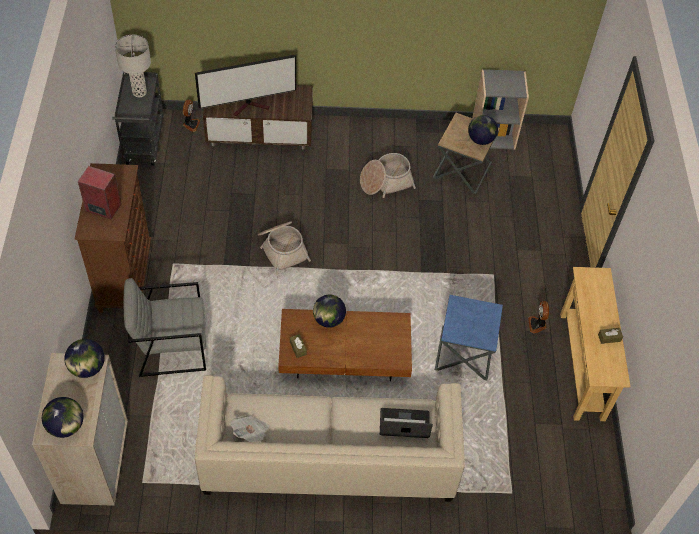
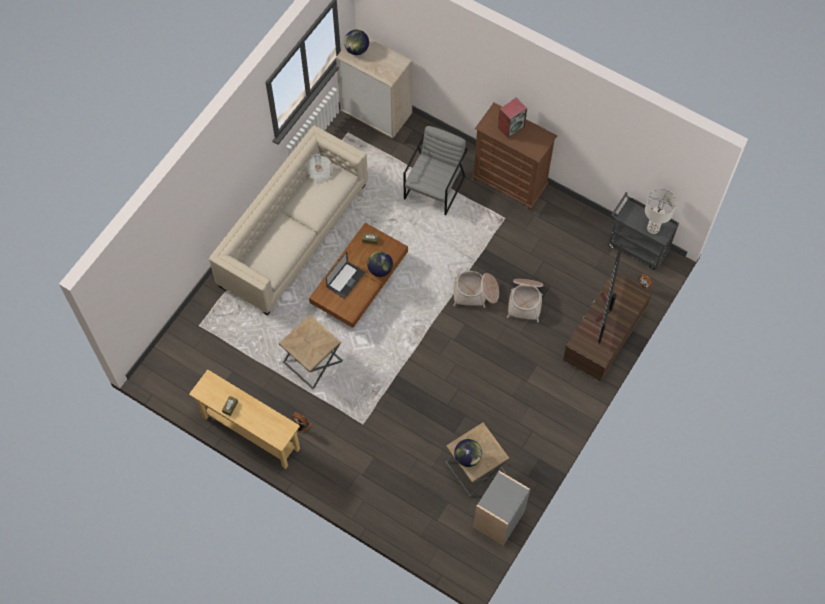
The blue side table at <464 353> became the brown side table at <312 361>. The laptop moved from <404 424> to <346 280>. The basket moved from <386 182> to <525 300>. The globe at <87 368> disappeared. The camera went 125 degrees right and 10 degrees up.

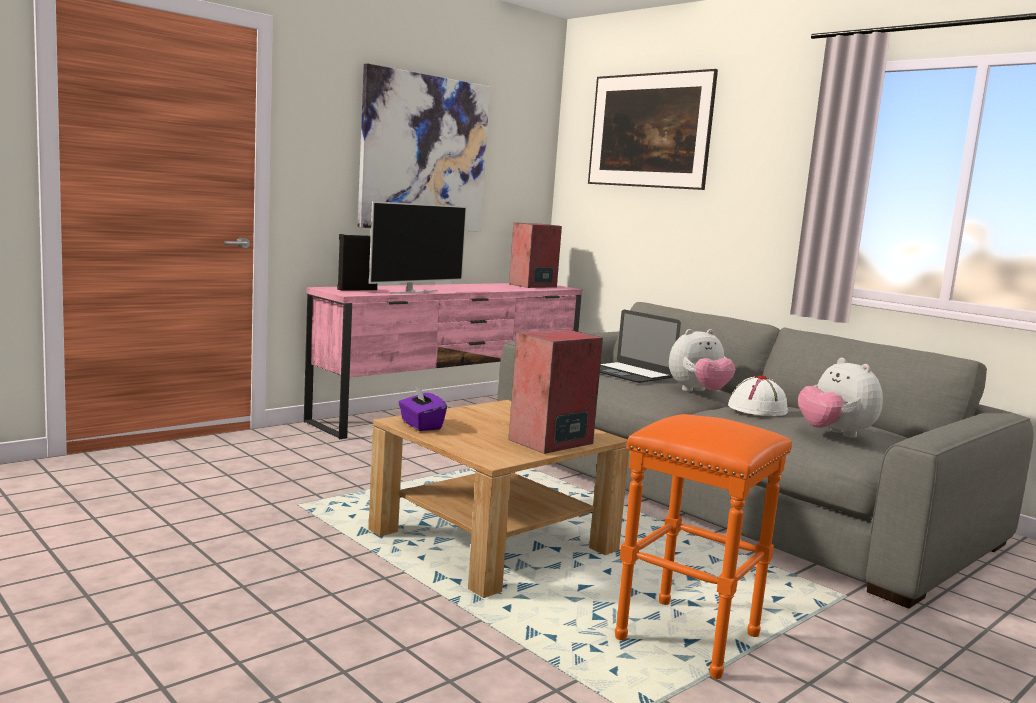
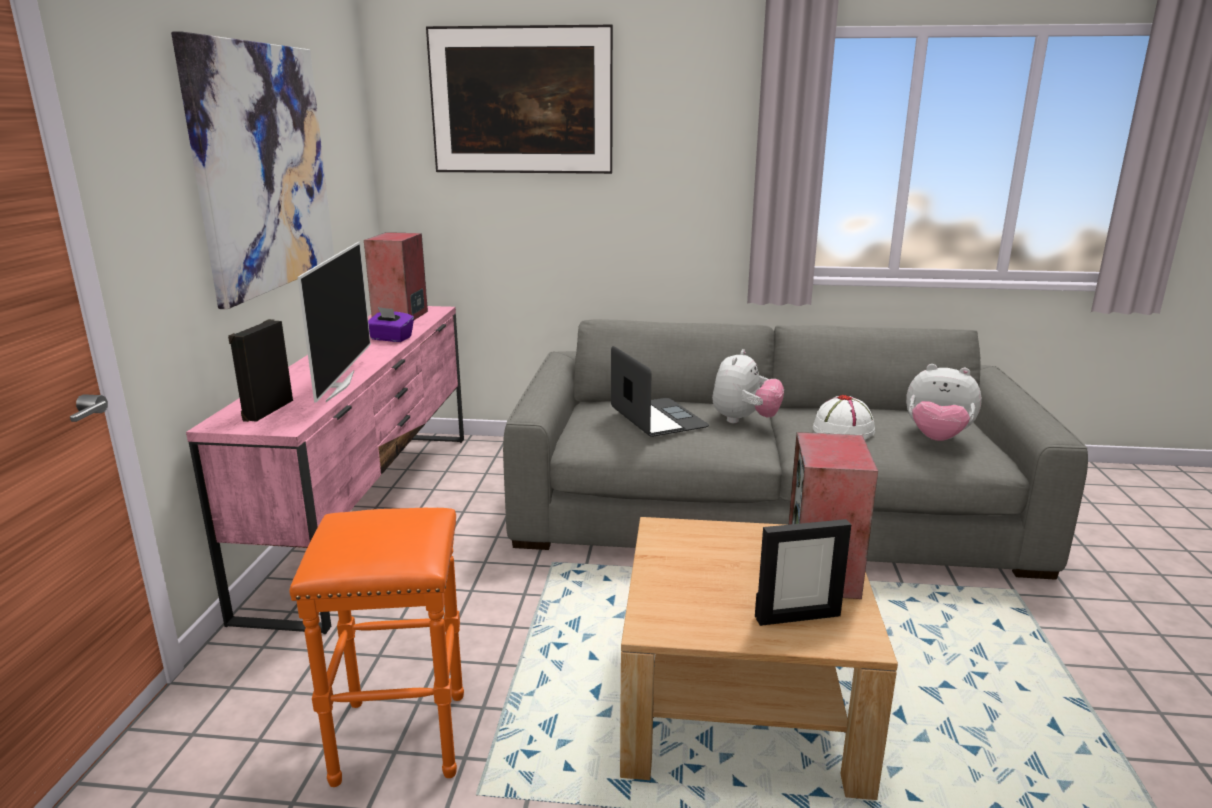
The orange stool moved from <686 634> to <398 735>. The purple tissue box moved from <420 425> to <391 339>. The laptop at <628 373> turned 120 degrees counterclockwise. The picture frame at <797 616> appeared. The camera went 40 degrees left and 10 degrees up.

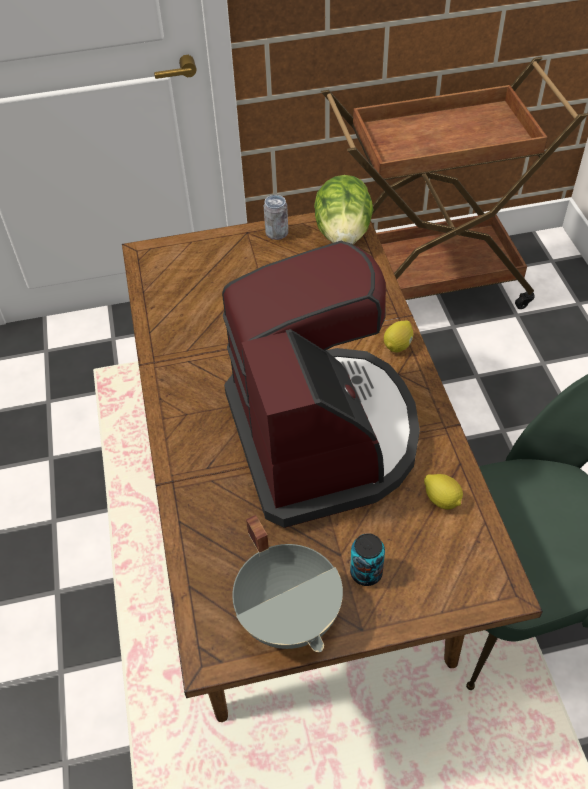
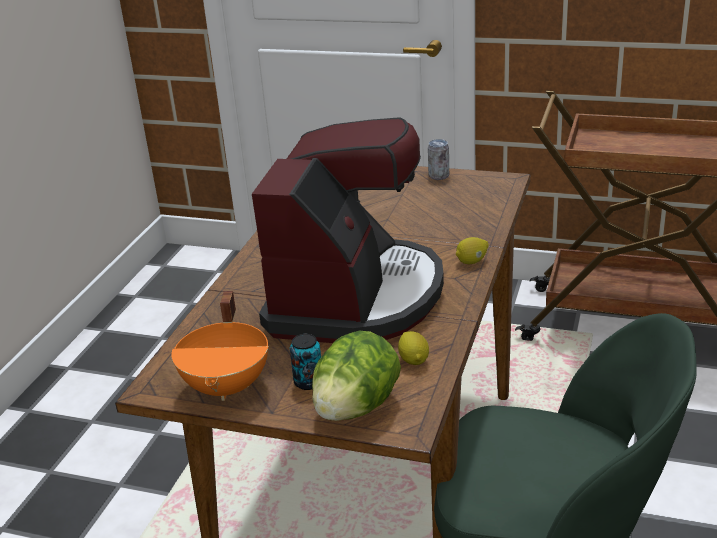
The grey cooking pot at <290 614> became the orange cooking pot at <228 386>. The lettuce moved from <343 234> to <356 407>. The camera went 30 degrees right and 20 degrees down.

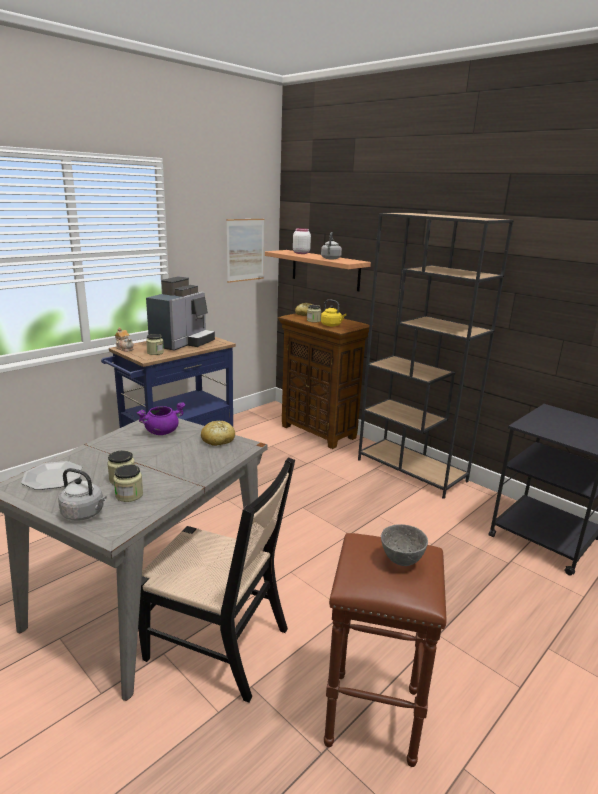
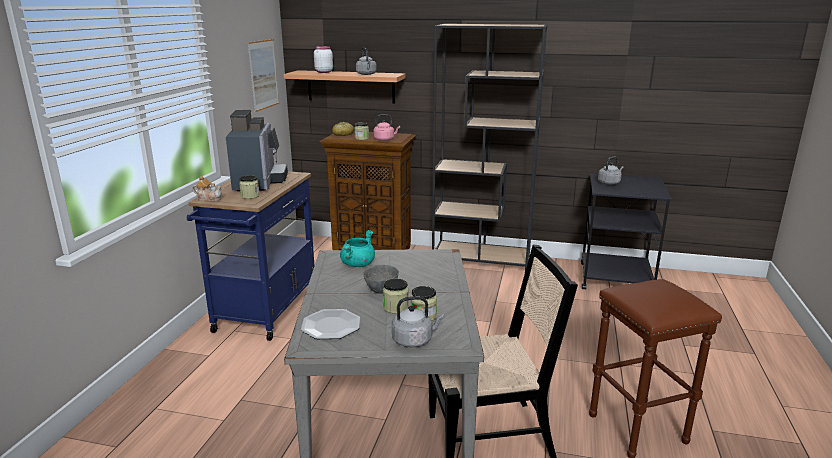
The purple cooking pot at <162 431> became the turquoise cooking pot at <357 264>. The grey bowl moved from <402 561> to <382 291>. The yellow kettle at <332 325> became the pink kettle at <385 139>. The grey kettle at <609 182> appeared. The bread at <218 440> disappeared. The camera went 30 degrees left and 0 degrees up.

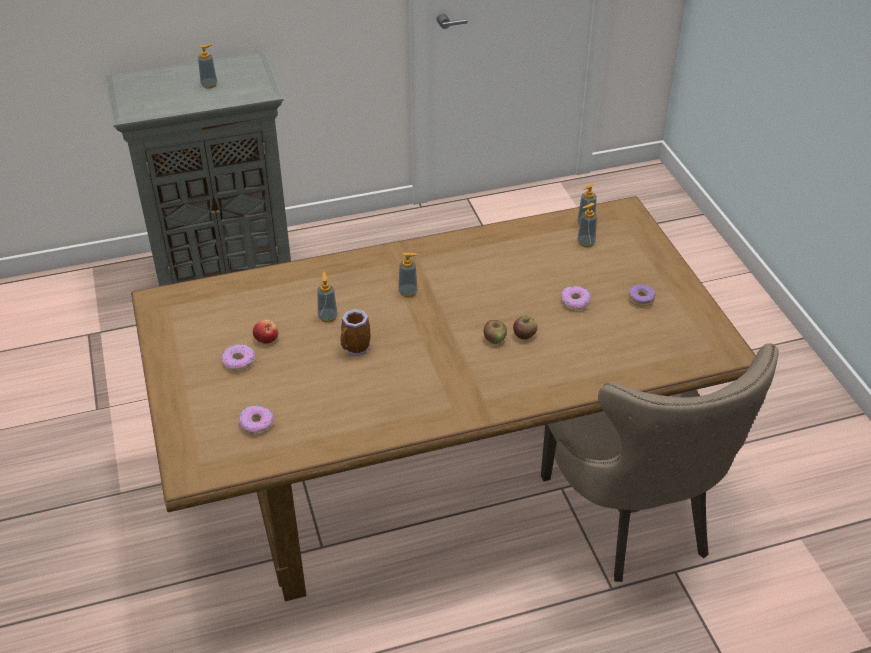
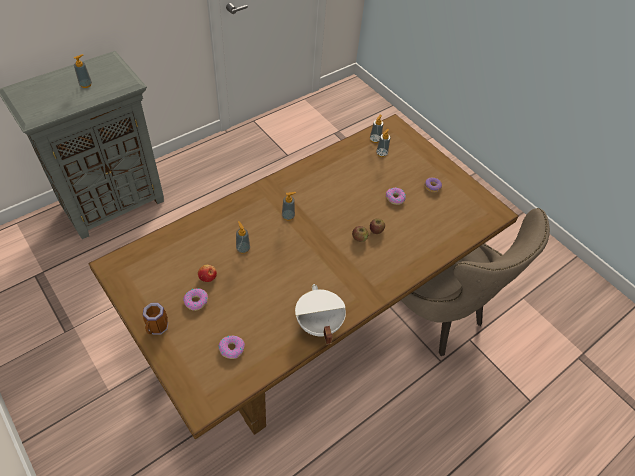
The mug moved from <355 349> to <158 328>. The white cooking pot at <318 323> appeared. The camera went 25 degrees left and 10 degrees up.

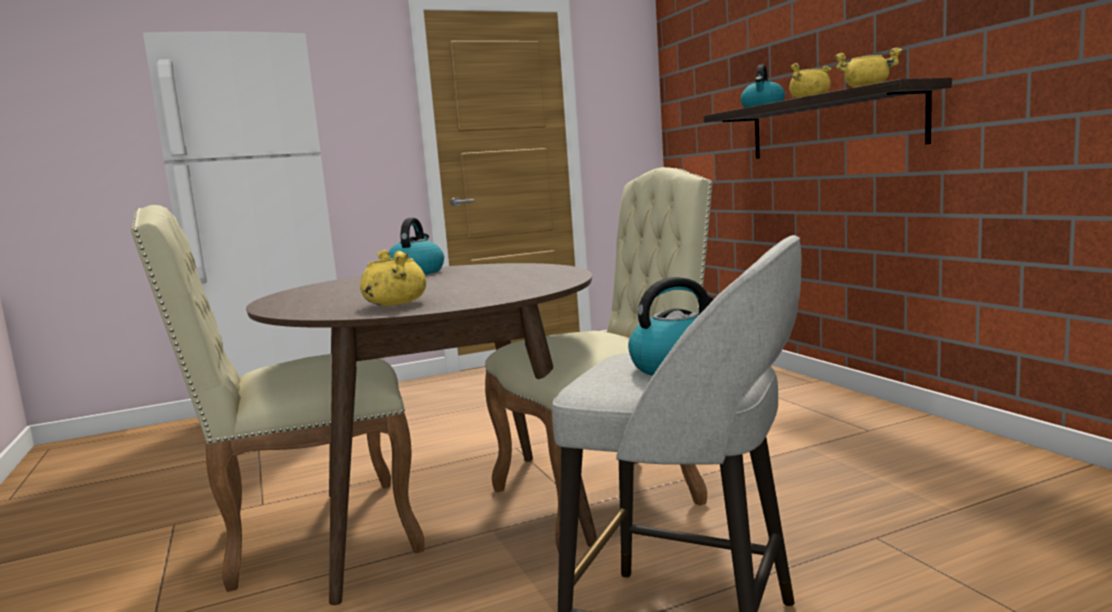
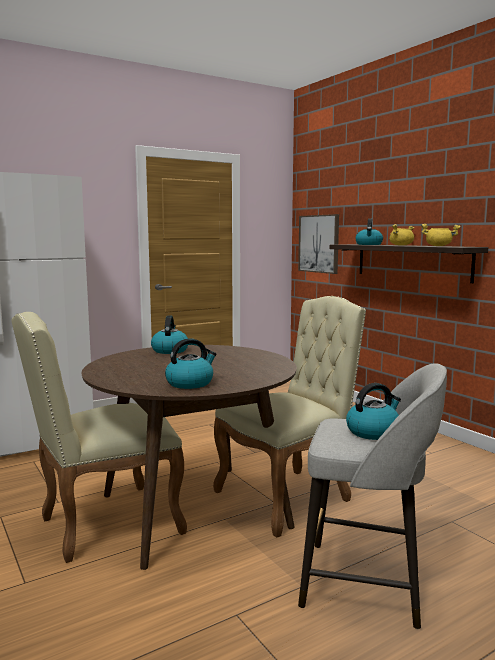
The yellow cooking pot at <394 304> was replaced by the kettle at <190 383>. The picture at <319 243> appeared. The camera went 10 degrees left and 0 degrees up.

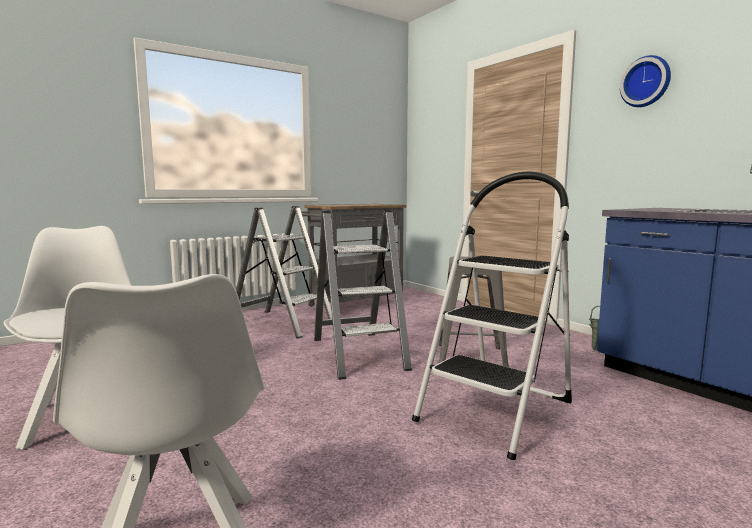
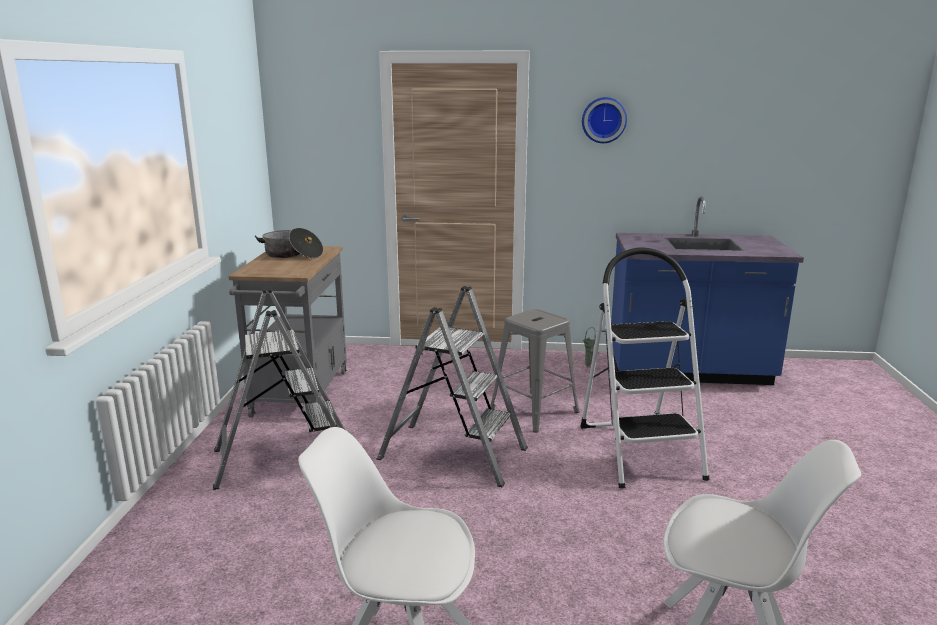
The cooking pot at <292 255> appeared. The camera went 50 degrees left and 10 degrees up.

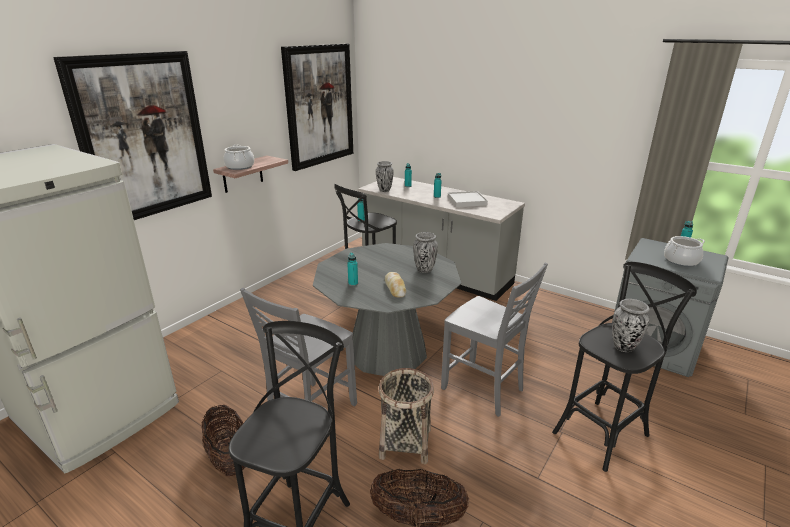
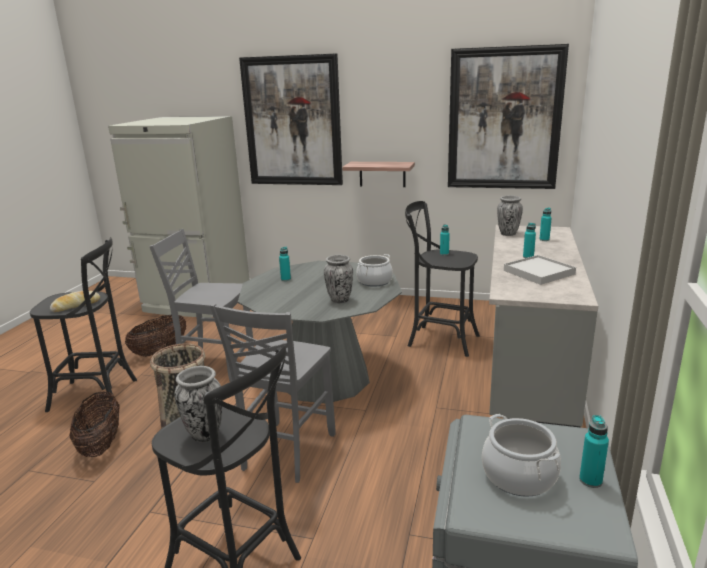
The bread moved from <395 288> to <76 306>. The cooking pot moved from <239 167> to <374 281>. The camera went 70 degrees right and 5 degrees down.

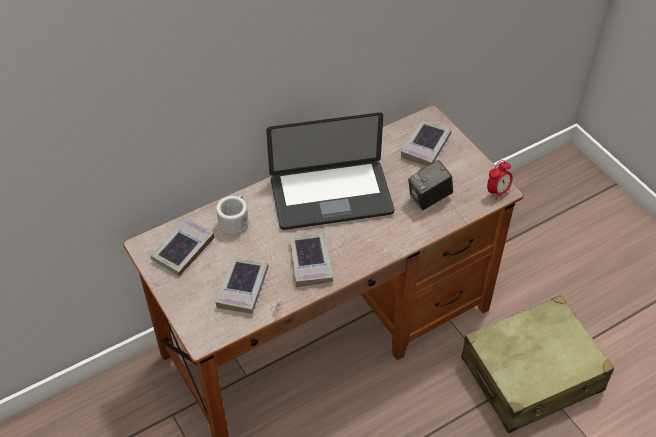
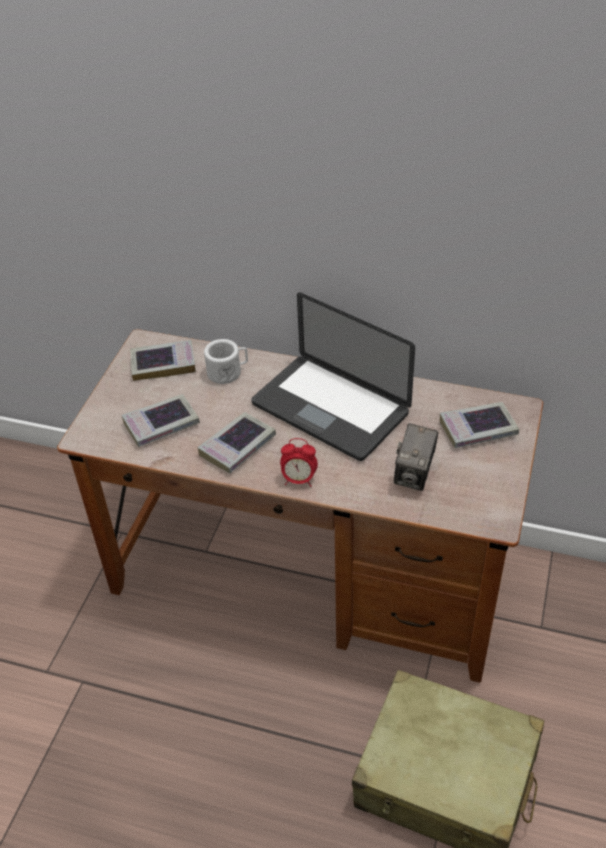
The alarm clock moved from <497 192> to <299 480>. The photo camera at <429 198> turned 90 degrees counterclockwise. The camera went 50 degrees right and 5 degrees down.

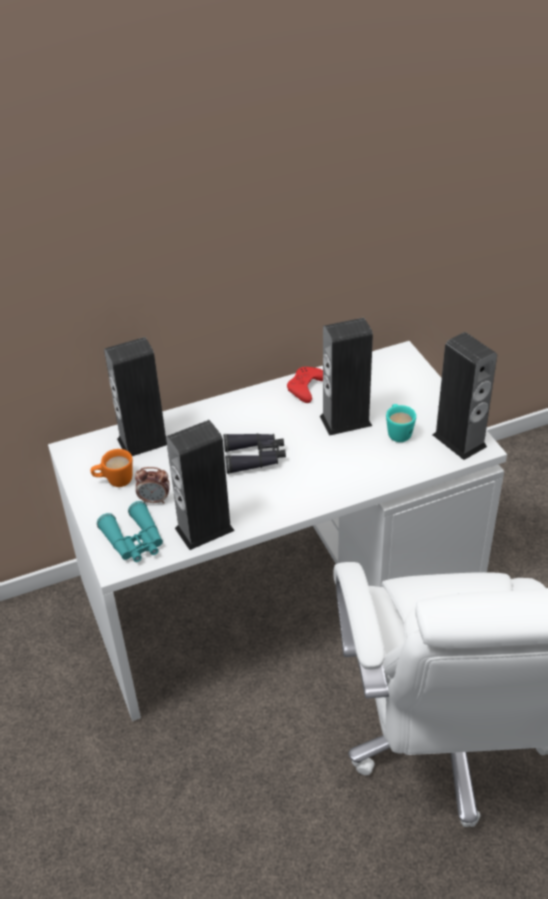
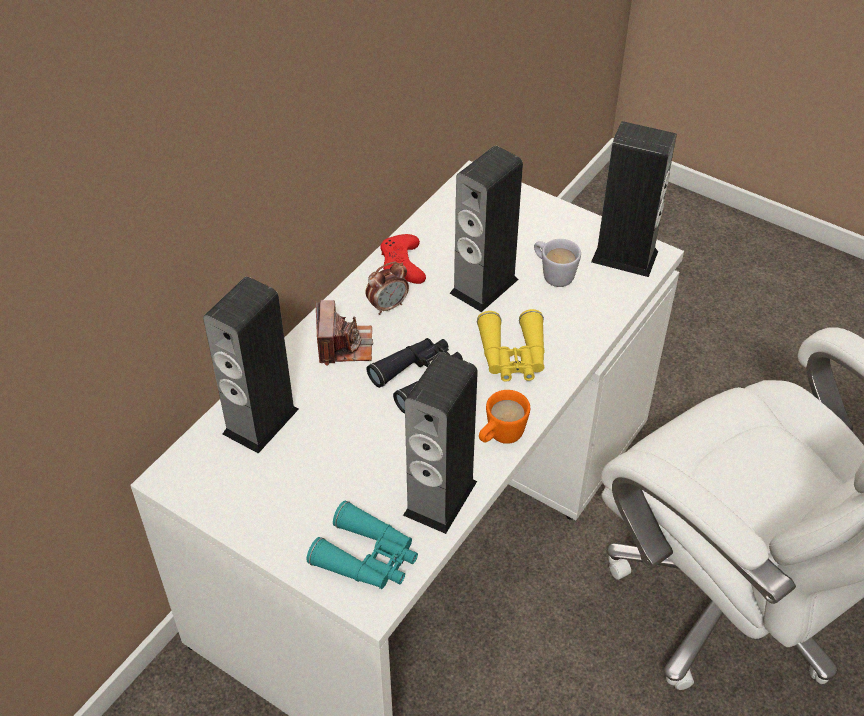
The photo camera at <344 345> appeared. The alarm clock moved from <155 500> to <388 306>. The yellow binoculars at <513 356> appeared. The orange mug moved from <114 481> to <500 437>. The turquoise mug at <398 432> became the white mug at <553 274>. The camera went 35 degrees left and 5 degrees up.

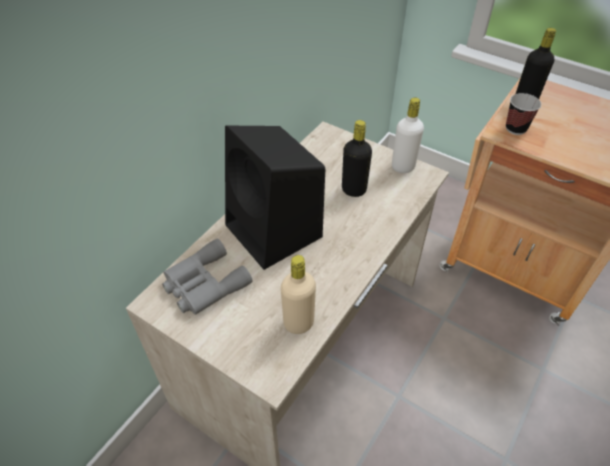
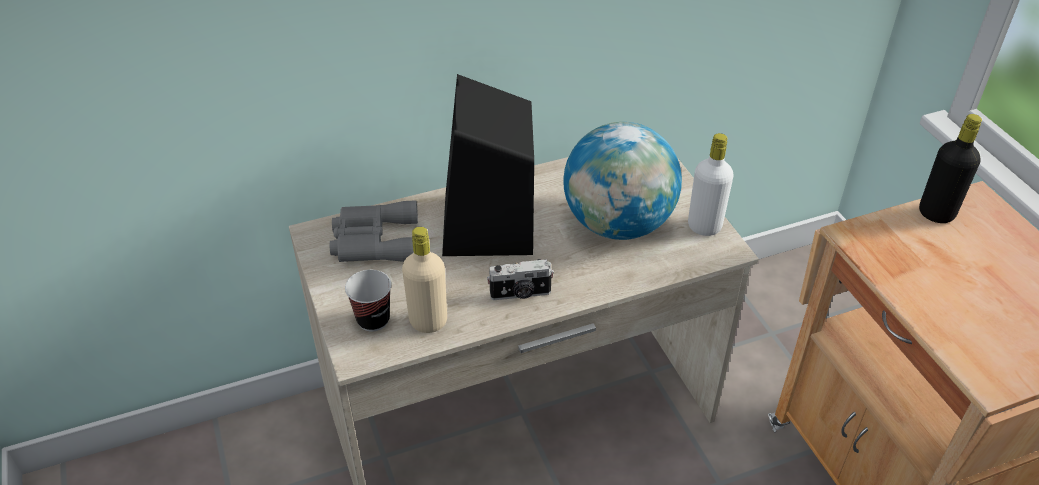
The cup moved from <515 128> to <373 320>. The photo camera at <520 294> appeared. The black bottle at <354 190> was replaced by the globe at <618 224>. The camera went 35 degrees right and 5 degrees down.

